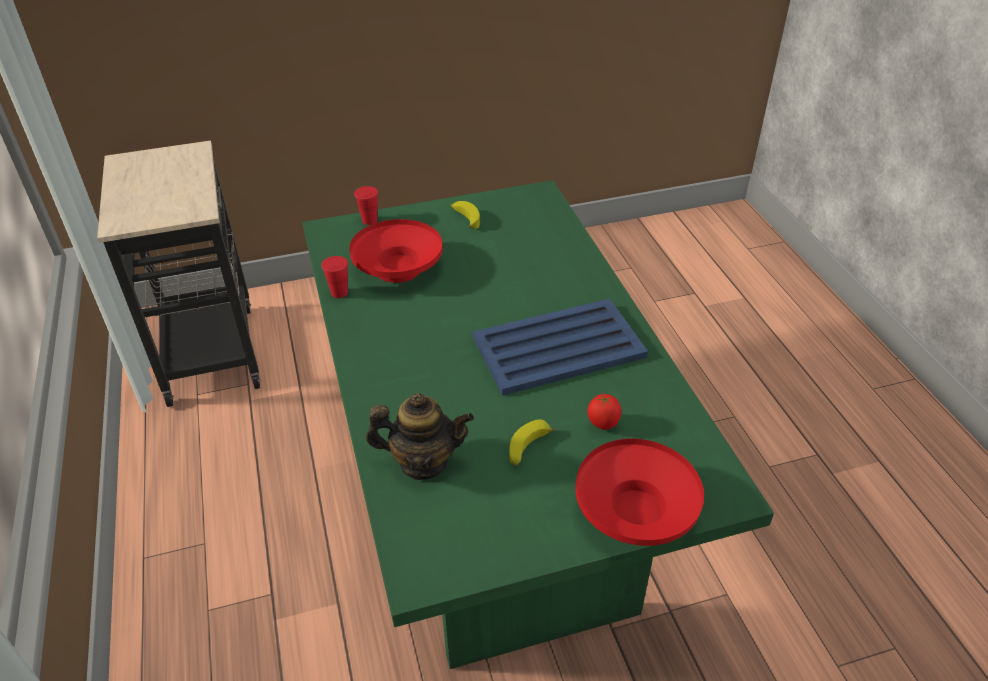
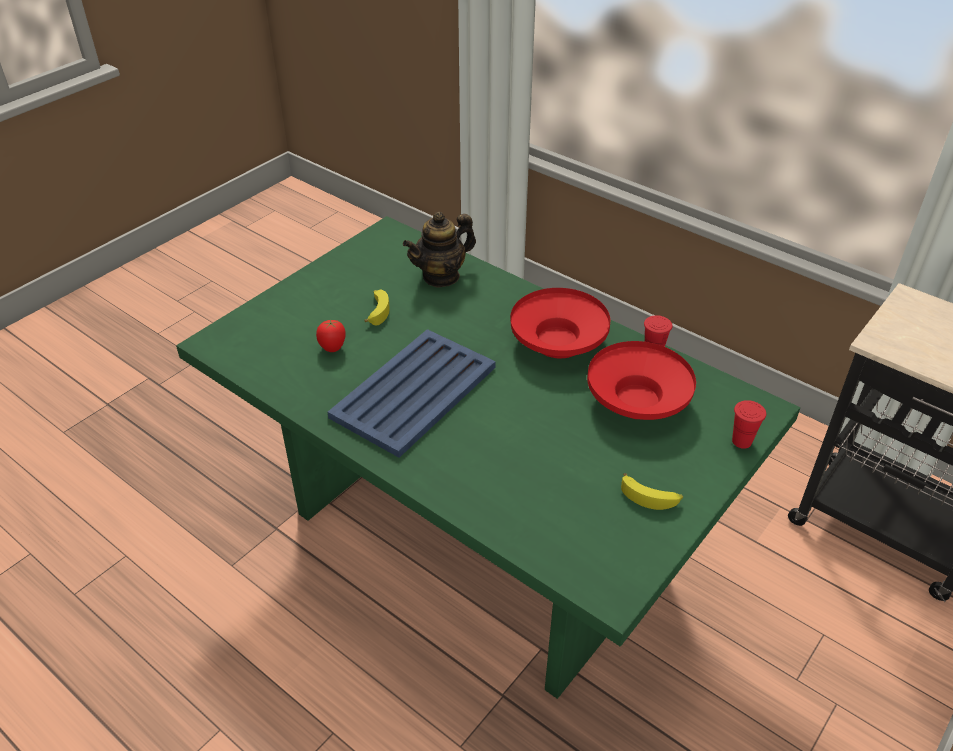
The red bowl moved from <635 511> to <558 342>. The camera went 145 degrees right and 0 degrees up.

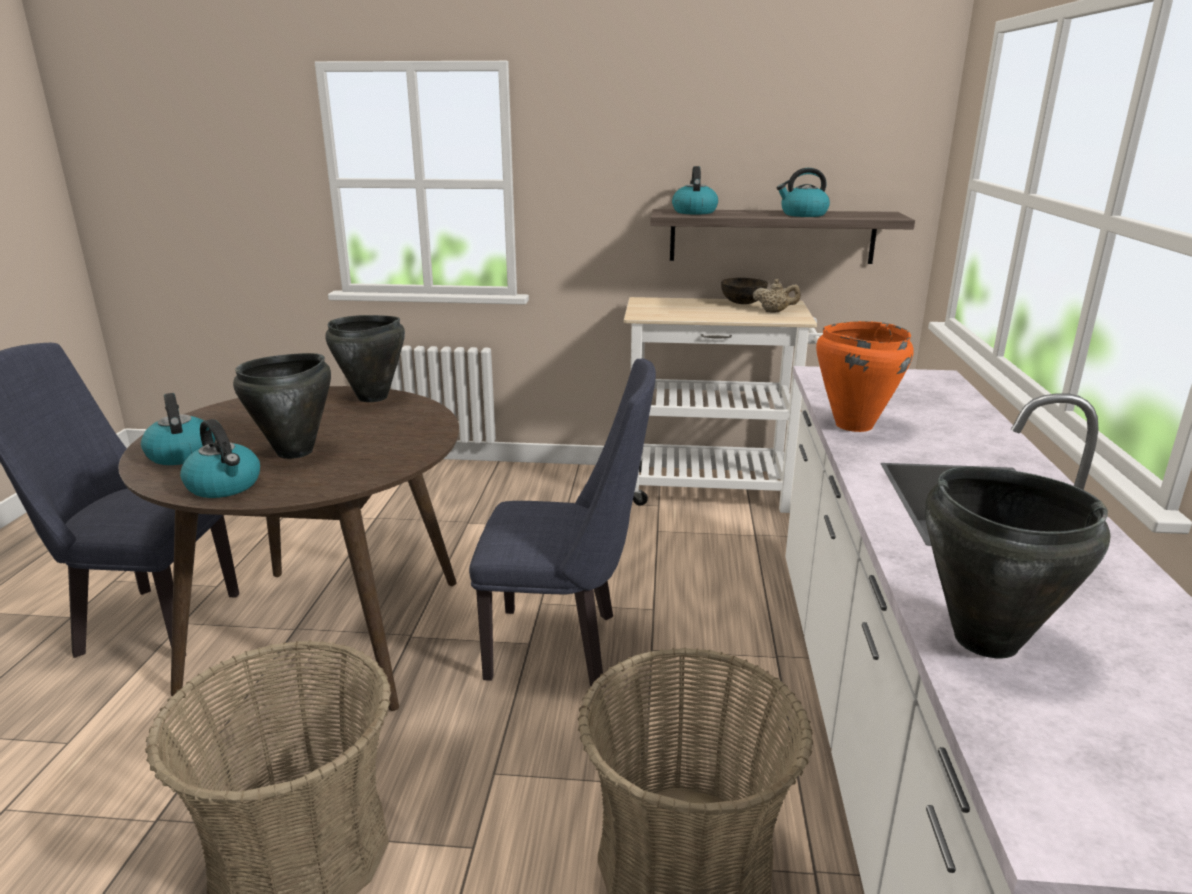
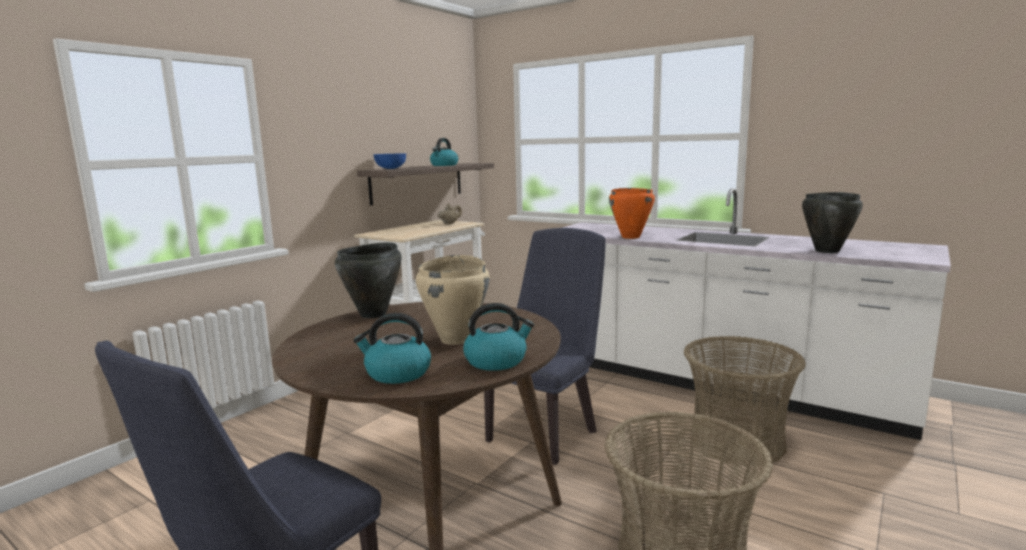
The kettle at <694 212> was replaced by the blue bowl at <391 168>. The black cooking pot at <295 452> became the beige cooking pot at <456 339>. The brown bowl at <742 303> disappeared. The camera went 60 degrees left and 10 degrees down.

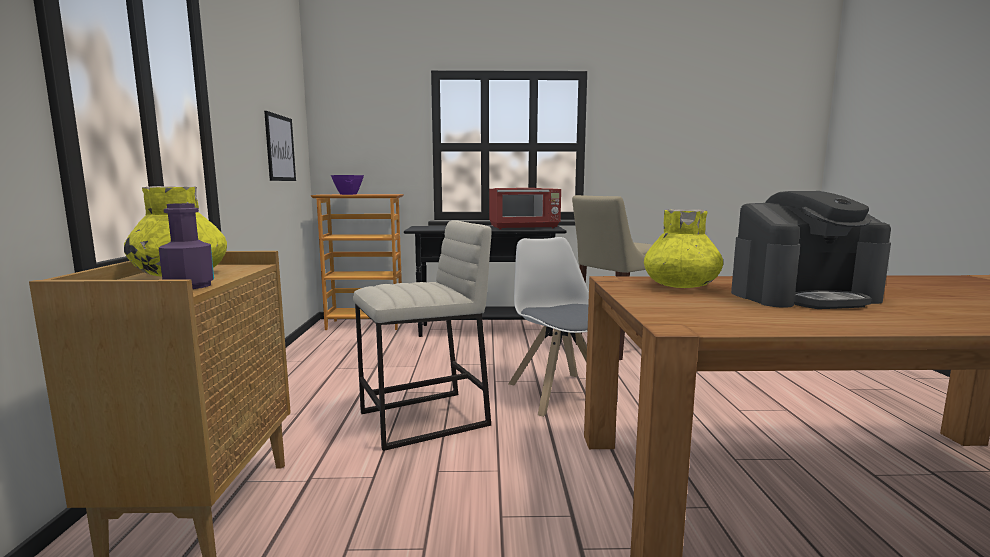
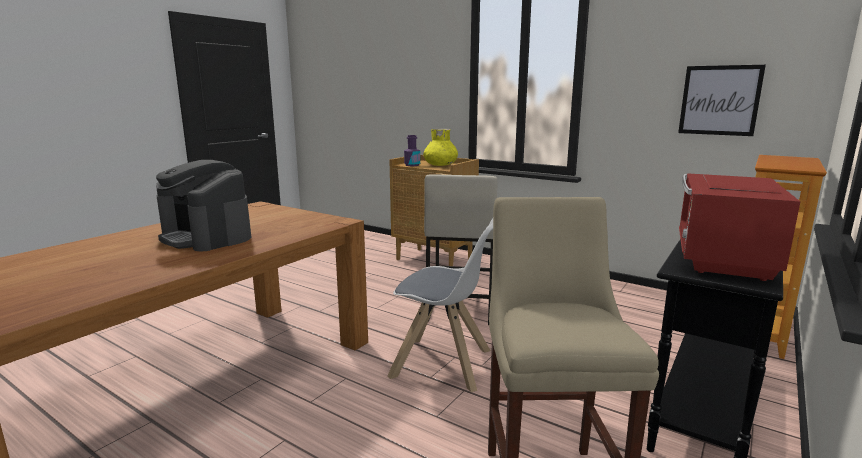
The coffee machine at <802 296> turned 75 degrees counterclockwise. The purple bowl at <348 194> disappeared. The yellow vase at <681 286> disappeared. The camera went 125 degrees right and 5 degrees up.

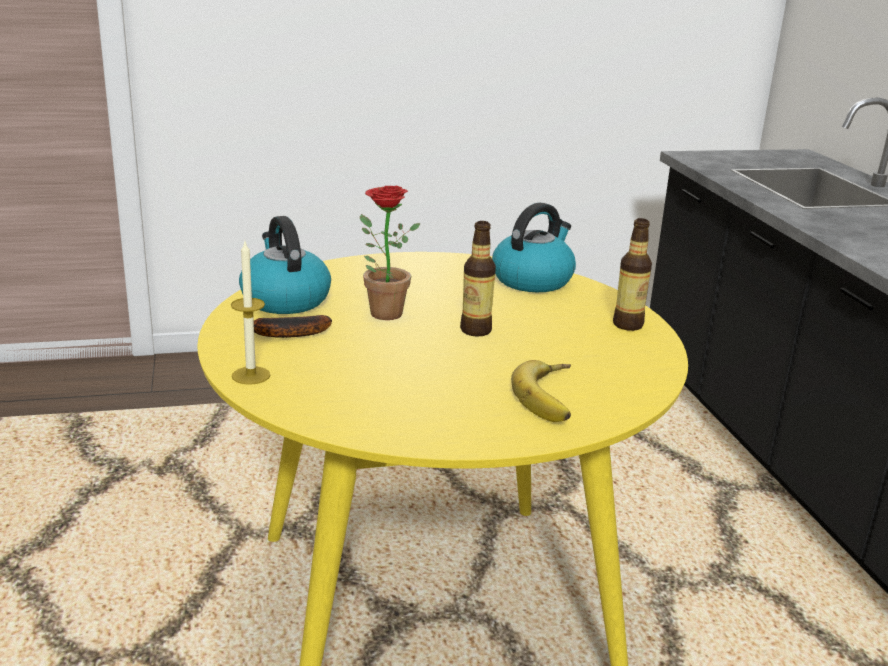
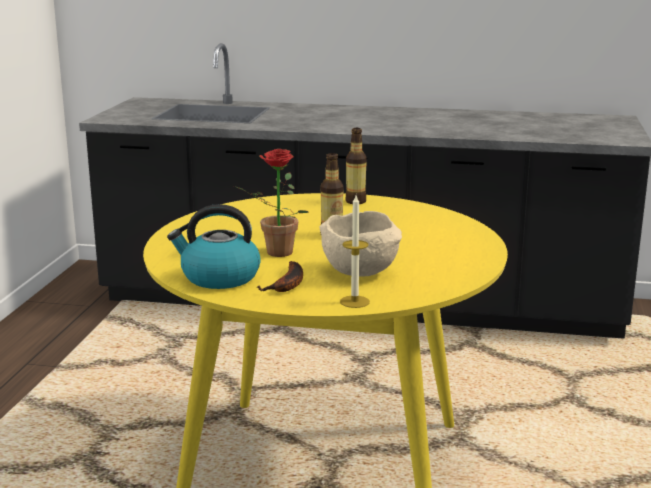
The beige bowl at <361 273> appeared. The kettle at <532 280> disappeared. The banana at <553 398> disappeared. The camera went 65 degrees left and 5 degrees down.

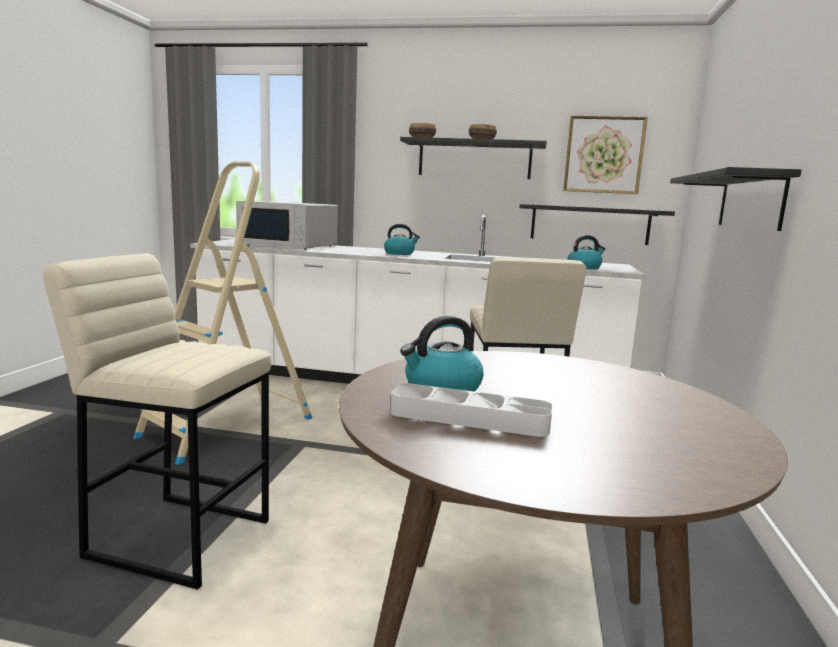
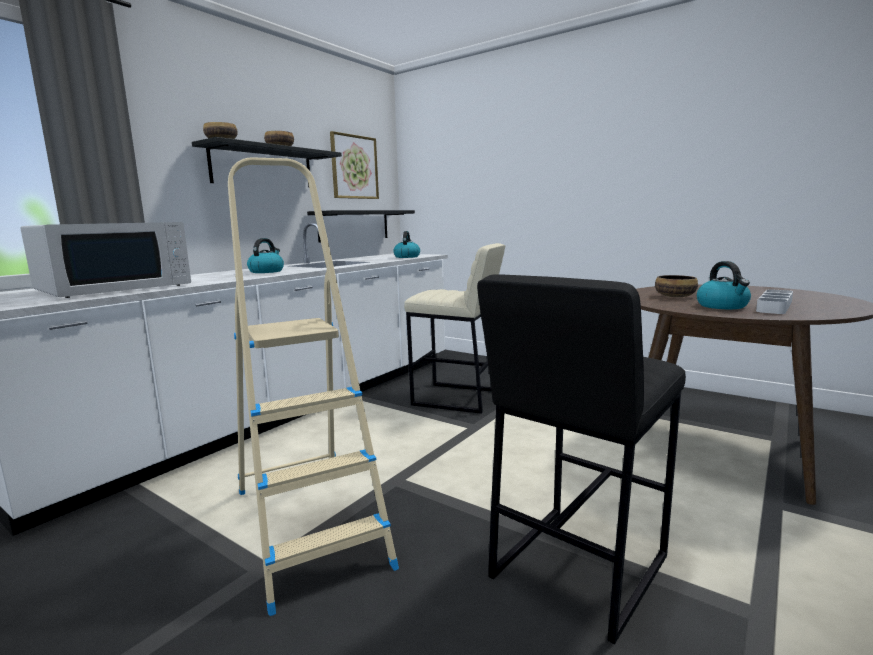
The beige stool at <176 537> became the black stool at <577 569>. The bowl at <675 296> appeared. The black shelf at <750 201> disappeared. The camera went 65 degrees left and 0 degrees up.

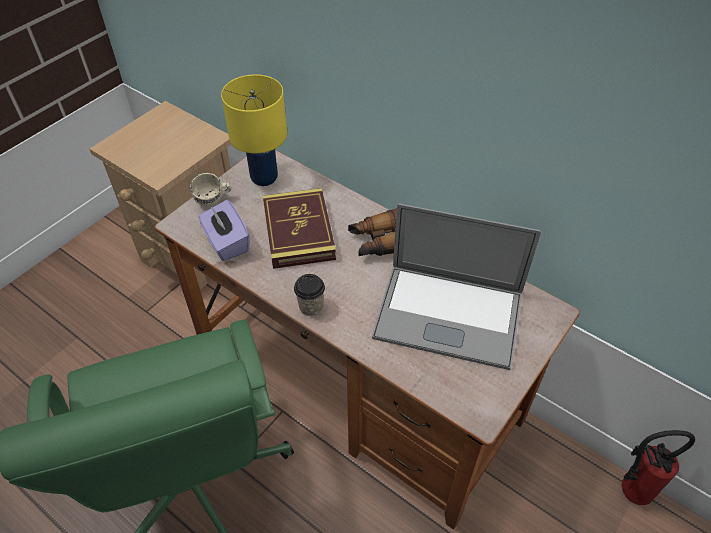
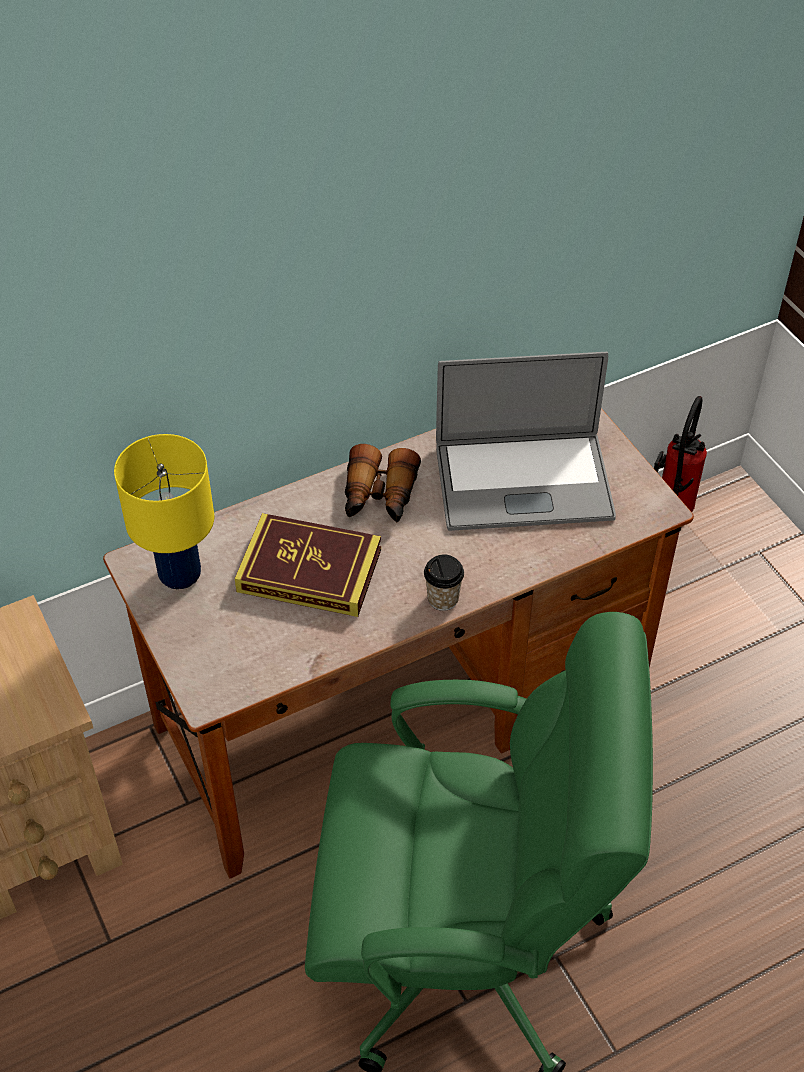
The laptop at <448 315> turned 45 degrees clockwise. The beige mug at <214 201> disappeared. The purple tissue box at <226 243> disappeared. The camera went 65 degrees left and 0 degrees up.

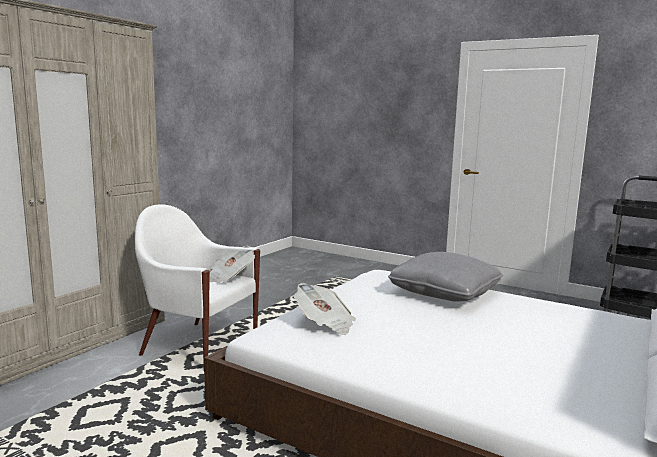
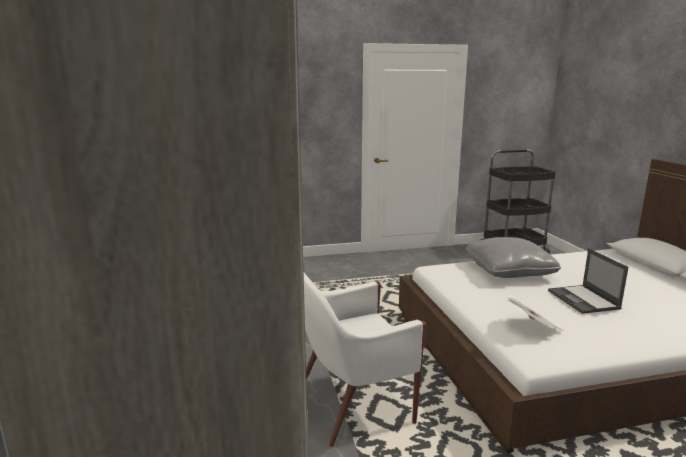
The laptop at <584 300> appeared. The newspaper at <229 278> disappeared. The camera went 45 degrees left and 5 degrees up.

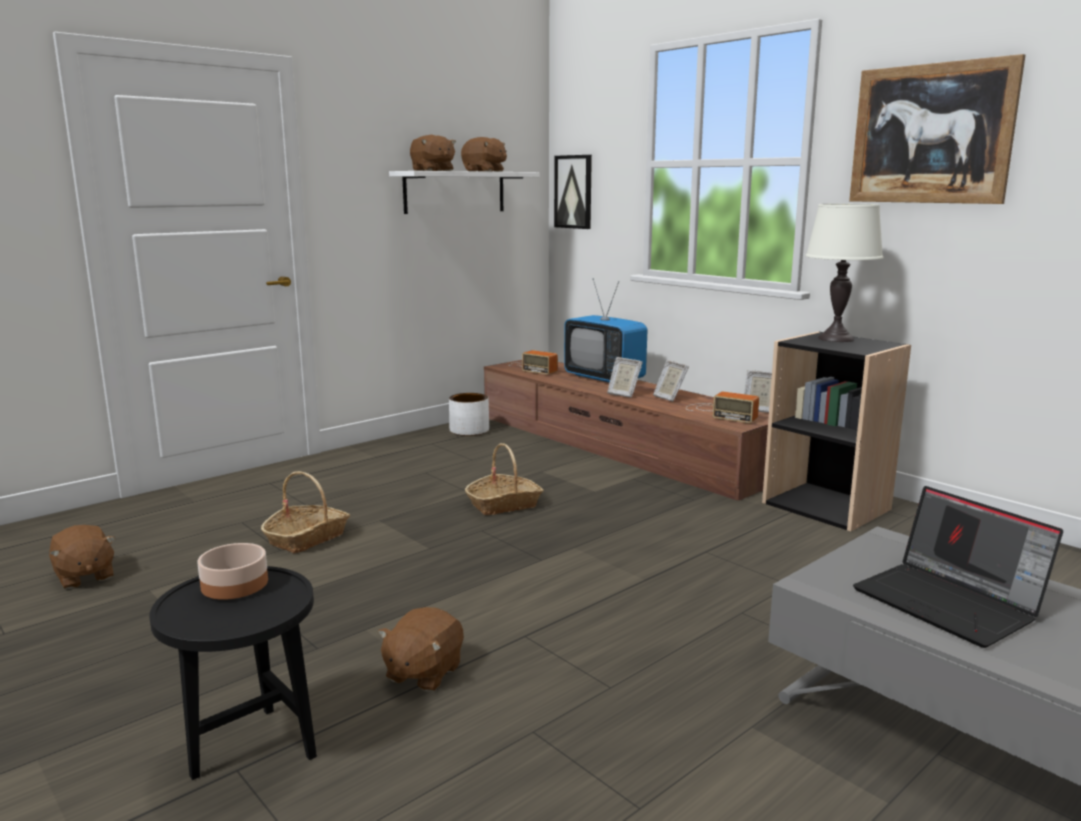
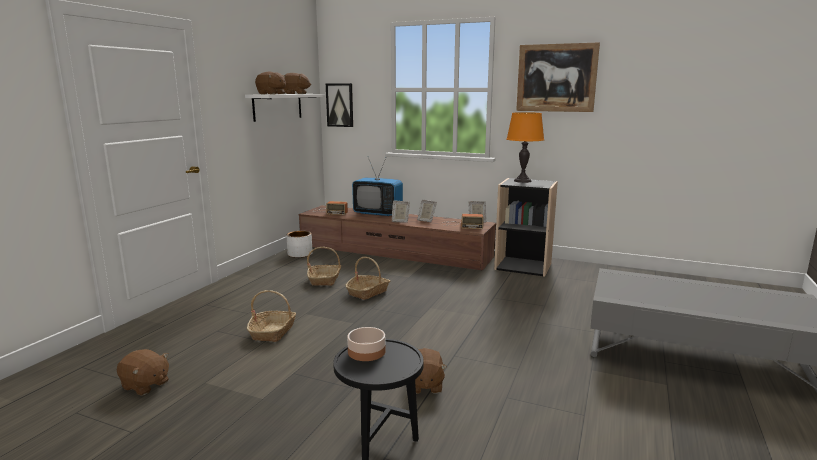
The basket at <325 279> appeared. The white table lamp at <836 339> became the orange table lamp at <522 181>. The laptop at <950 603> disappeared. The camera went 25 degrees left and 0 degrees up.

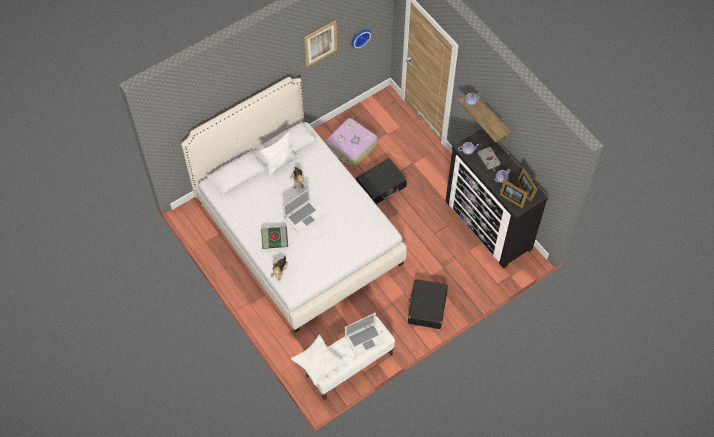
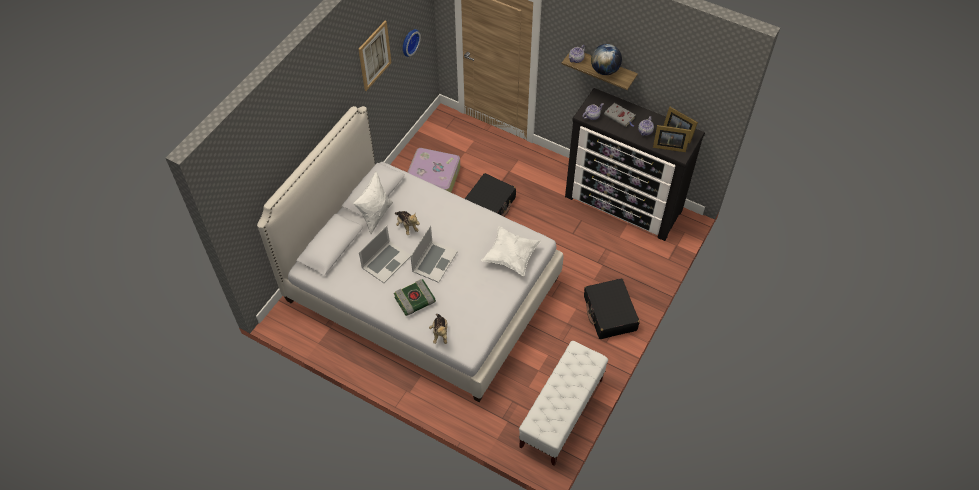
The laptop moved from <365 339> to <386 261>. The white pillow moved from <318 363> to <511 256>. The globe at <604 70> appeared. The camera went 25 degrees left and 5 degrees down.

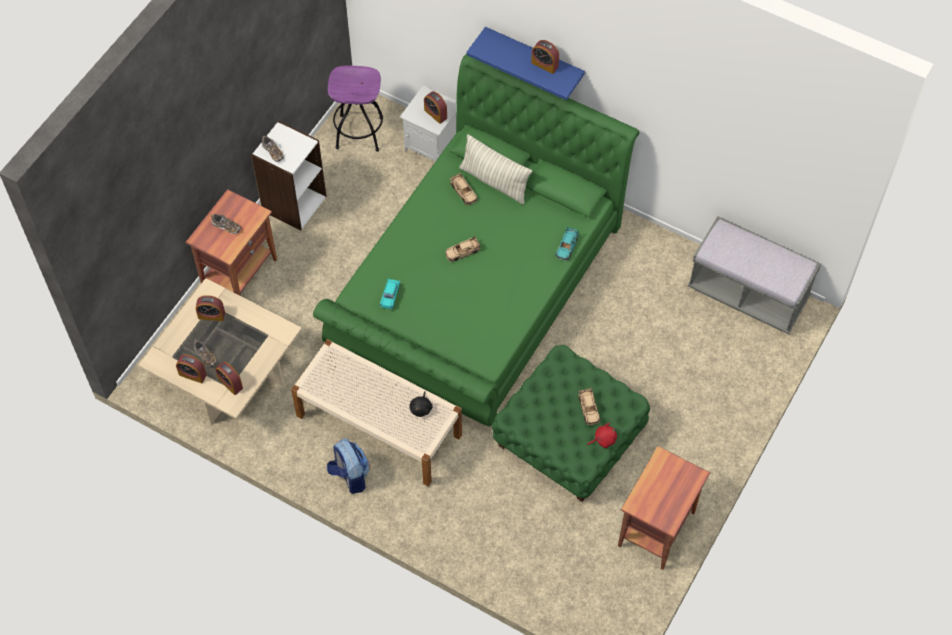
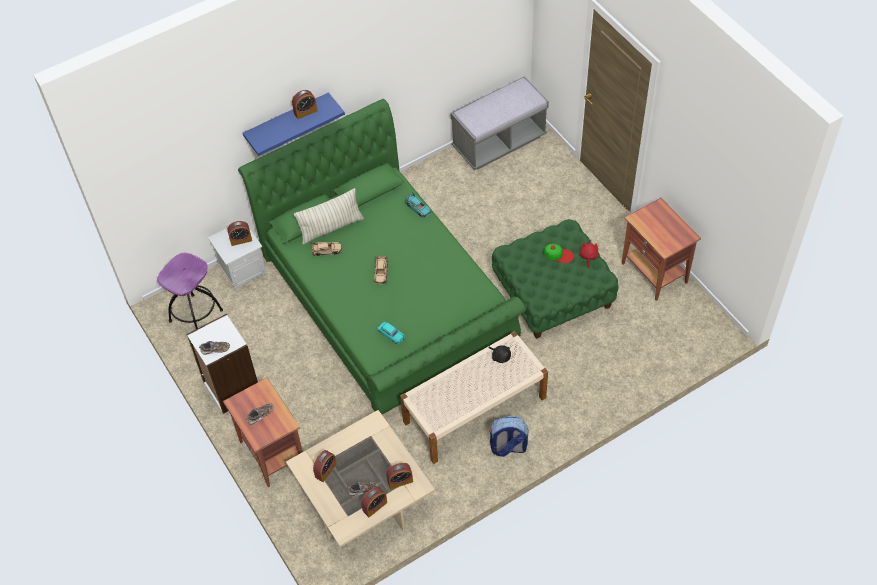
The beige toy car at <589 408> was replaced by the cap at <558 254>. The camera went 60 degrees left and 5 degrees down.

